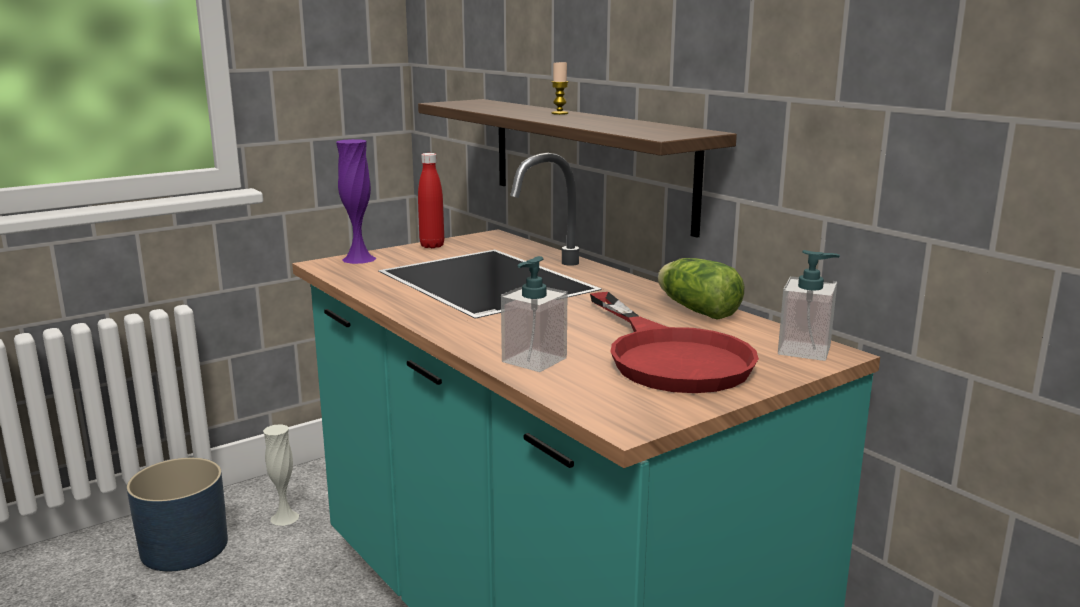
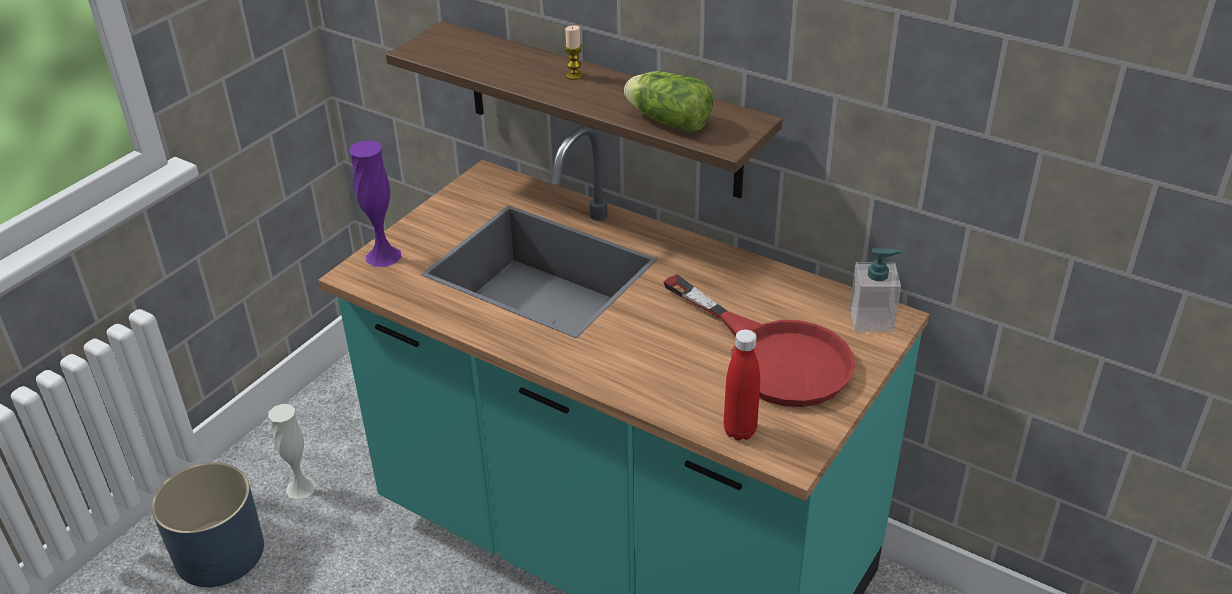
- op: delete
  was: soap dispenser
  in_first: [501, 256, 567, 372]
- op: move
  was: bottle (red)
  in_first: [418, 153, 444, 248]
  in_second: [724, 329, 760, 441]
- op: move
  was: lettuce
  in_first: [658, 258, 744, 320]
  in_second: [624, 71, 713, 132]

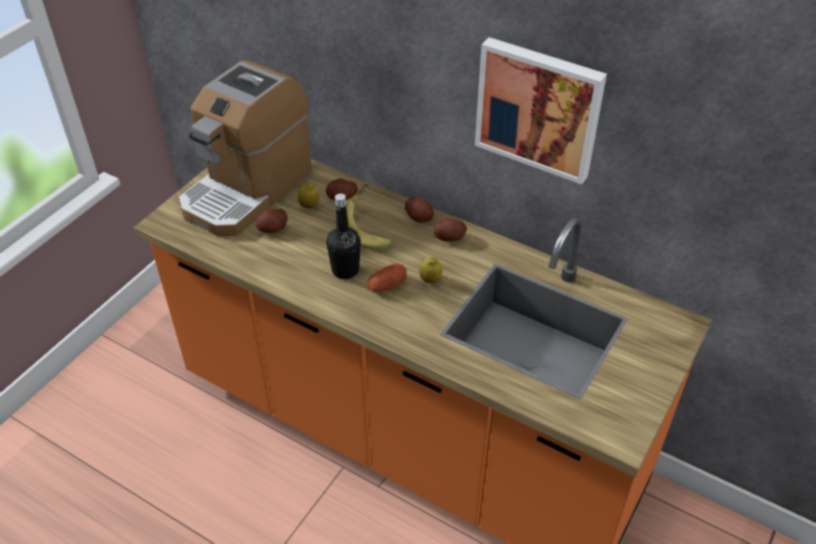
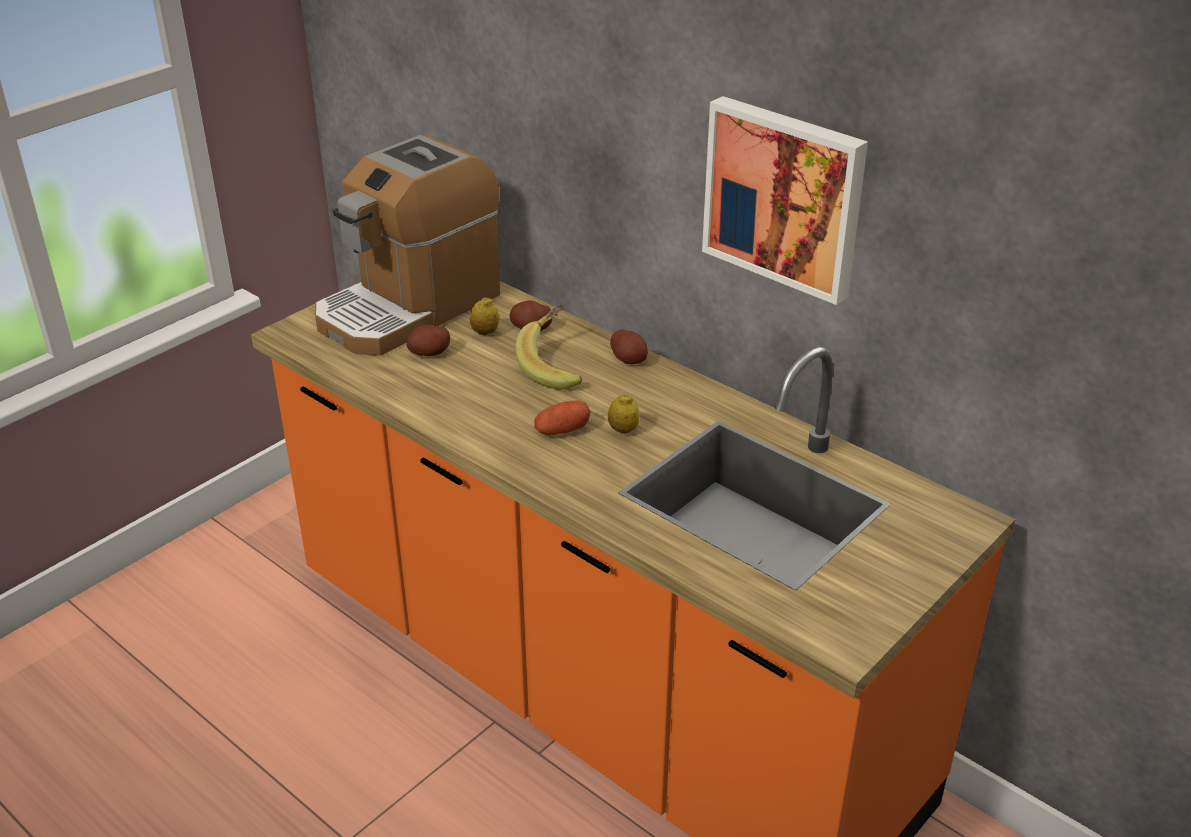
- op: delete
  was: bottle (black)
  in_first: [326, 193, 361, 279]
- op: delete
  was: potato
  in_first: [434, 218, 467, 242]

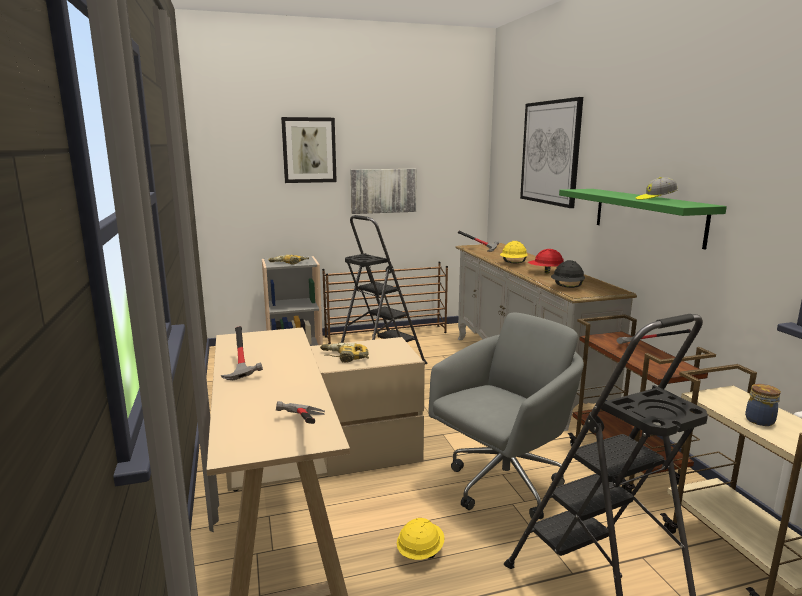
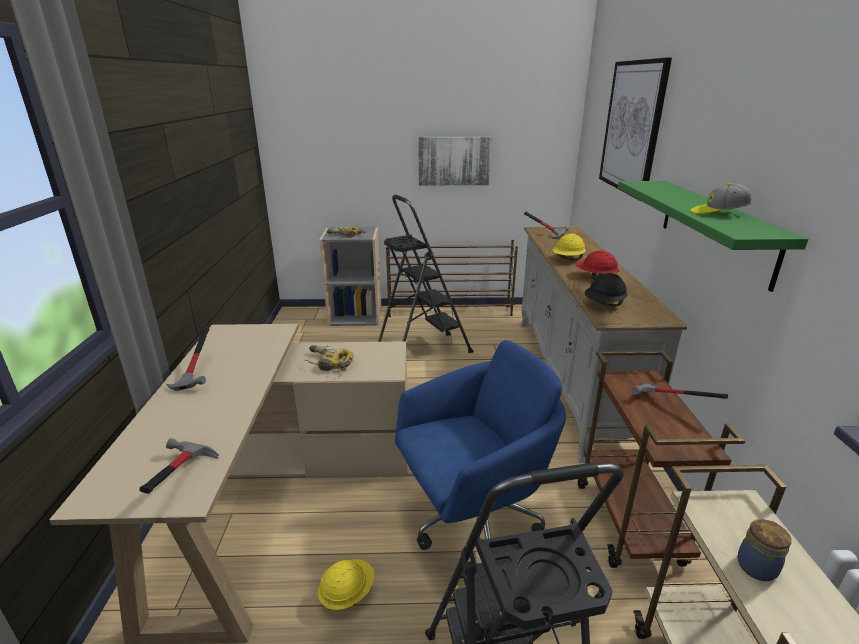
- op: delete
  was: picture
  in_first: [281, 117, 337, 183]
- op: recolor
  was: office chair (grey)
  now: office chair (blue)
  in_first: [429, 313, 584, 519]
  in_second: [395, 340, 566, 550]

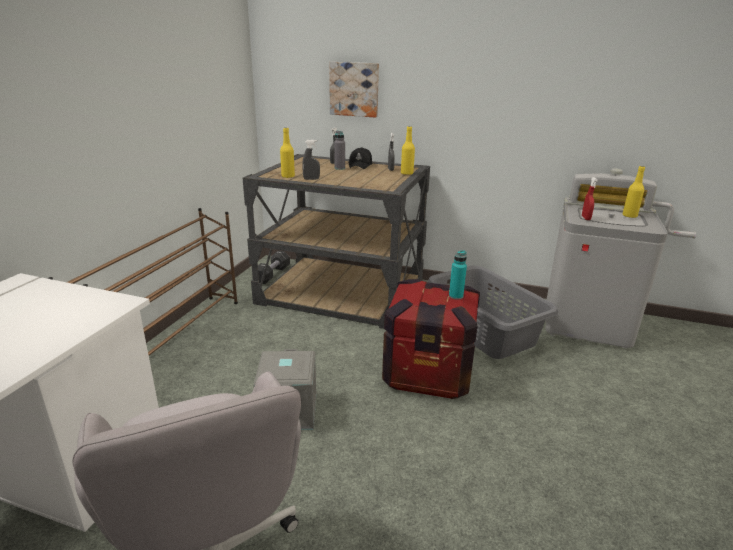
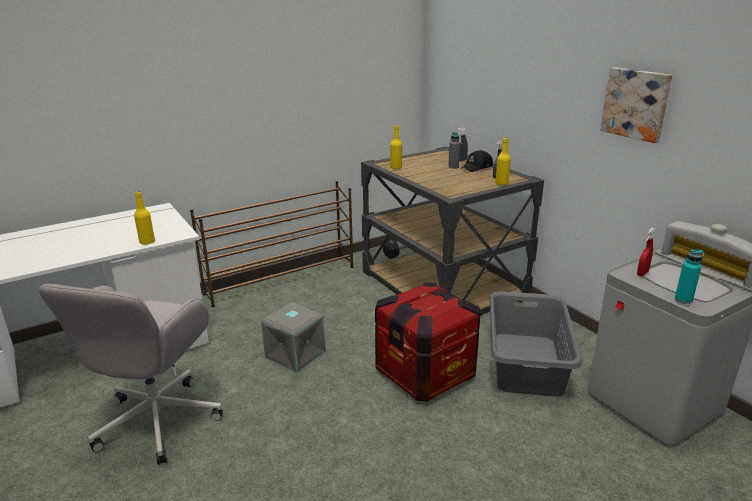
- op: delete
  was: spray bottle (grey)
  in_first: [302, 140, 320, 180]
- op: move
  was: picture
  in_first: [329, 62, 379, 118]
  in_second: [600, 67, 672, 143]
- op: move
  was: bottle (turquoise)
  in_first: [449, 250, 467, 300]
  in_second: [675, 249, 703, 304]
- op: move
  was: bottle (yellow)
  in_first: [623, 166, 645, 218]
  in_second: [134, 191, 155, 245]

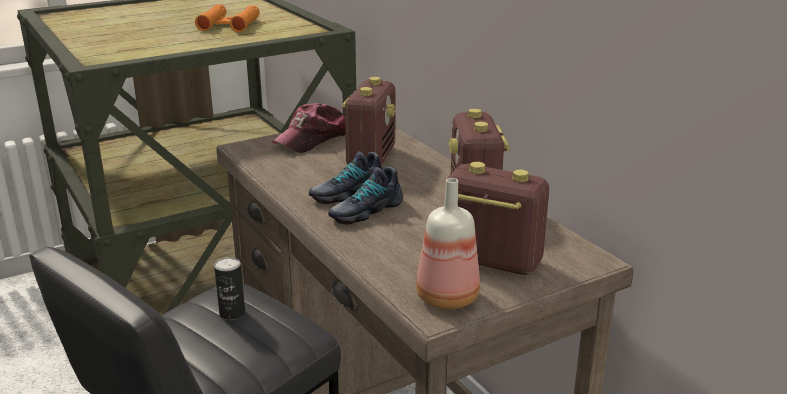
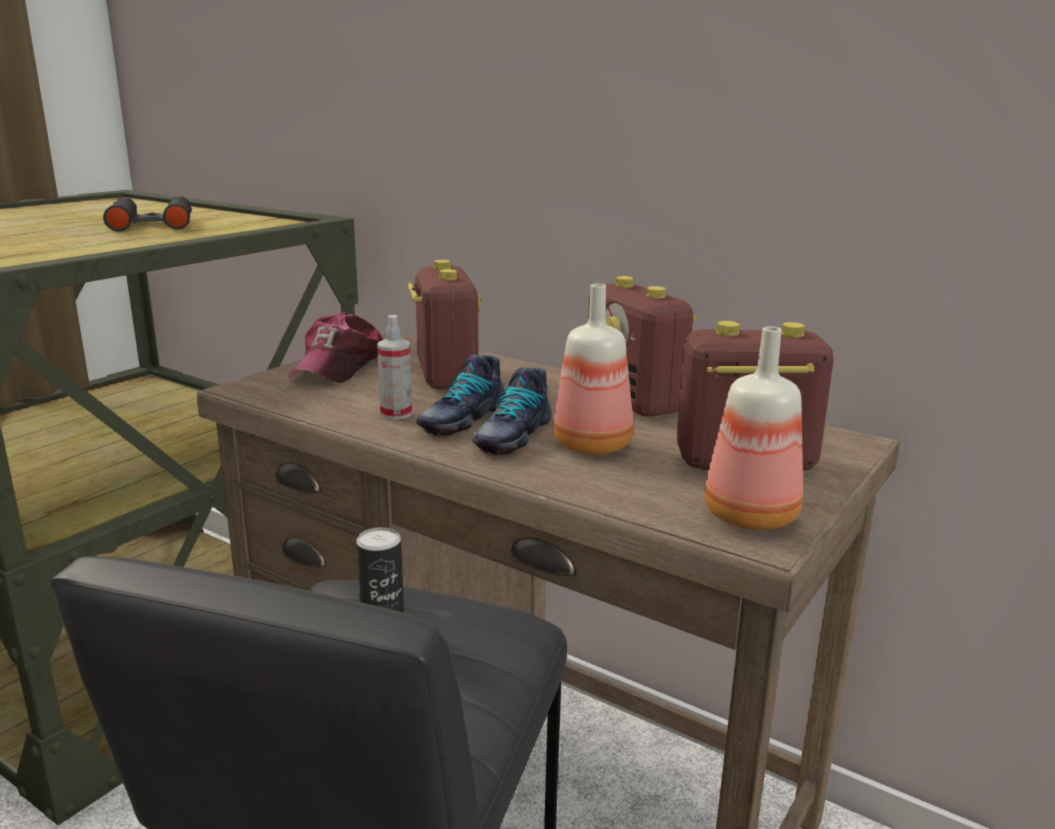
- op: insert
  now: spray bottle
  in_second: [377, 315, 412, 420]
- op: insert
  now: bottle
  in_second: [553, 284, 633, 455]
- op: recolor
  was: binoculars (orange)
  now: binoculars (black)
  in_first: [195, 4, 260, 32]
  in_second: [103, 196, 192, 231]

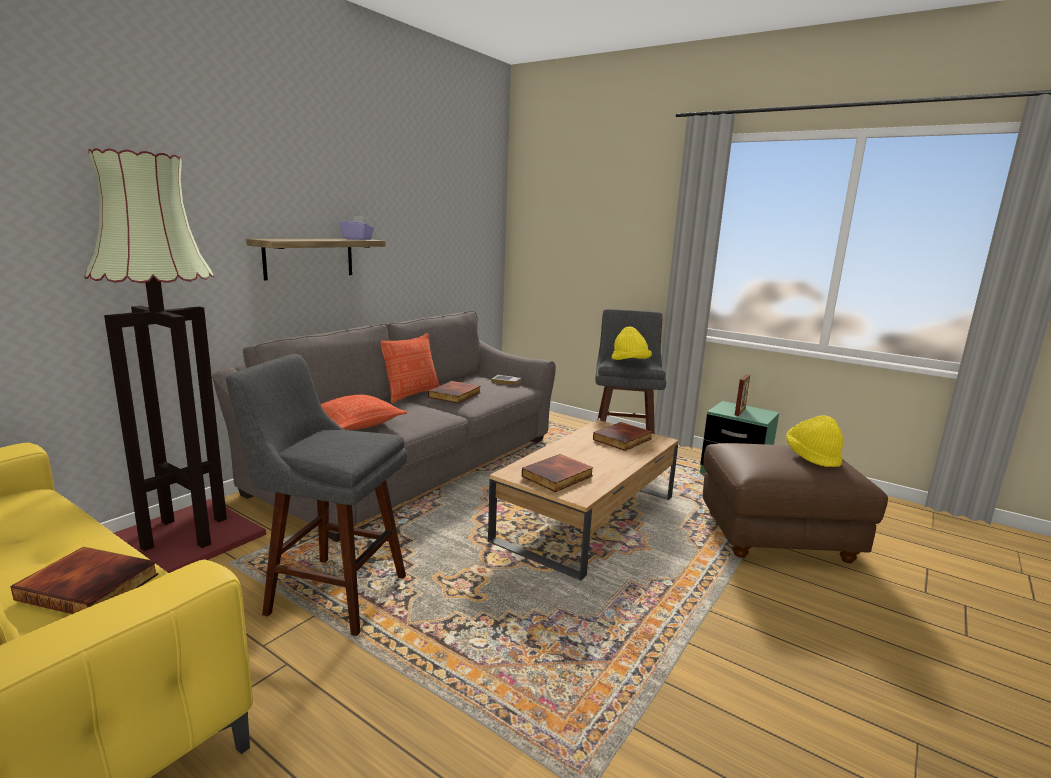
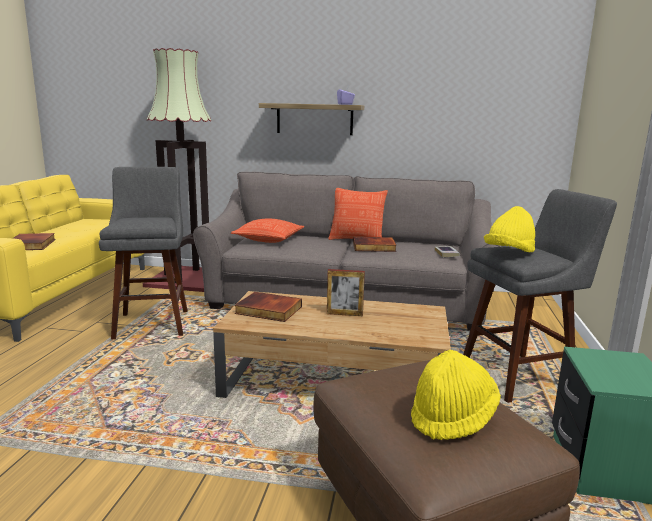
- op: delete
  was: book
  in_first: [593, 422, 652, 451]
- op: move
  was: picture frame
  in_first: [735, 374, 750, 416]
  in_second: [327, 269, 365, 316]

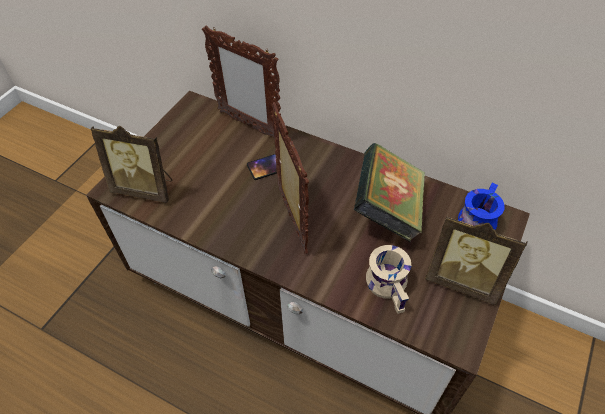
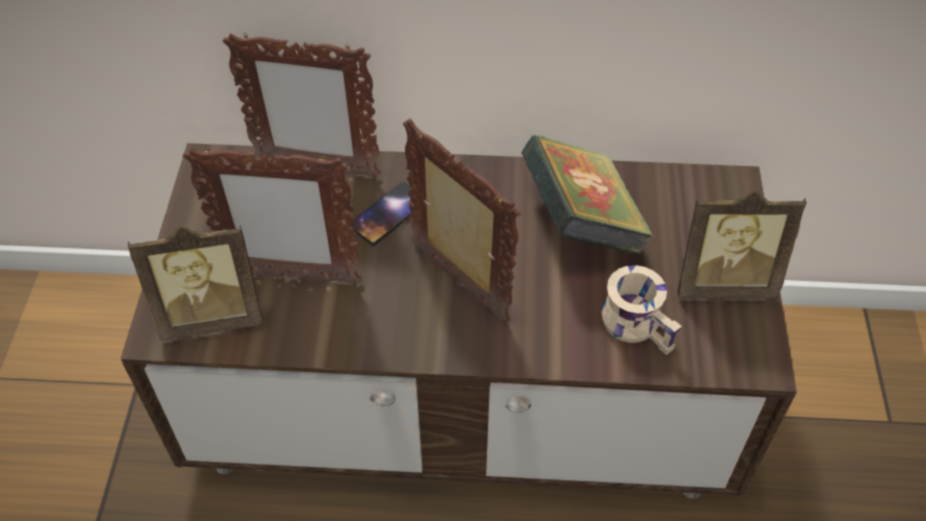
- op: delete
  was: mug (blue)
  in_first: [458, 183, 505, 230]
- op: insert
  now: picture frame
  in_second: [183, 146, 362, 285]

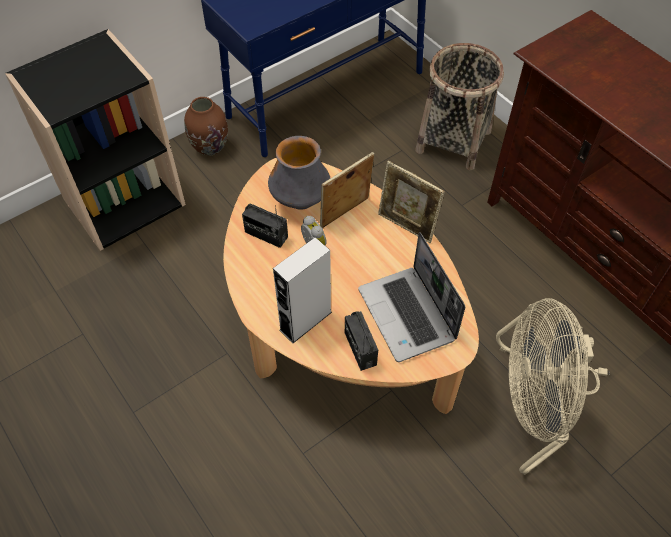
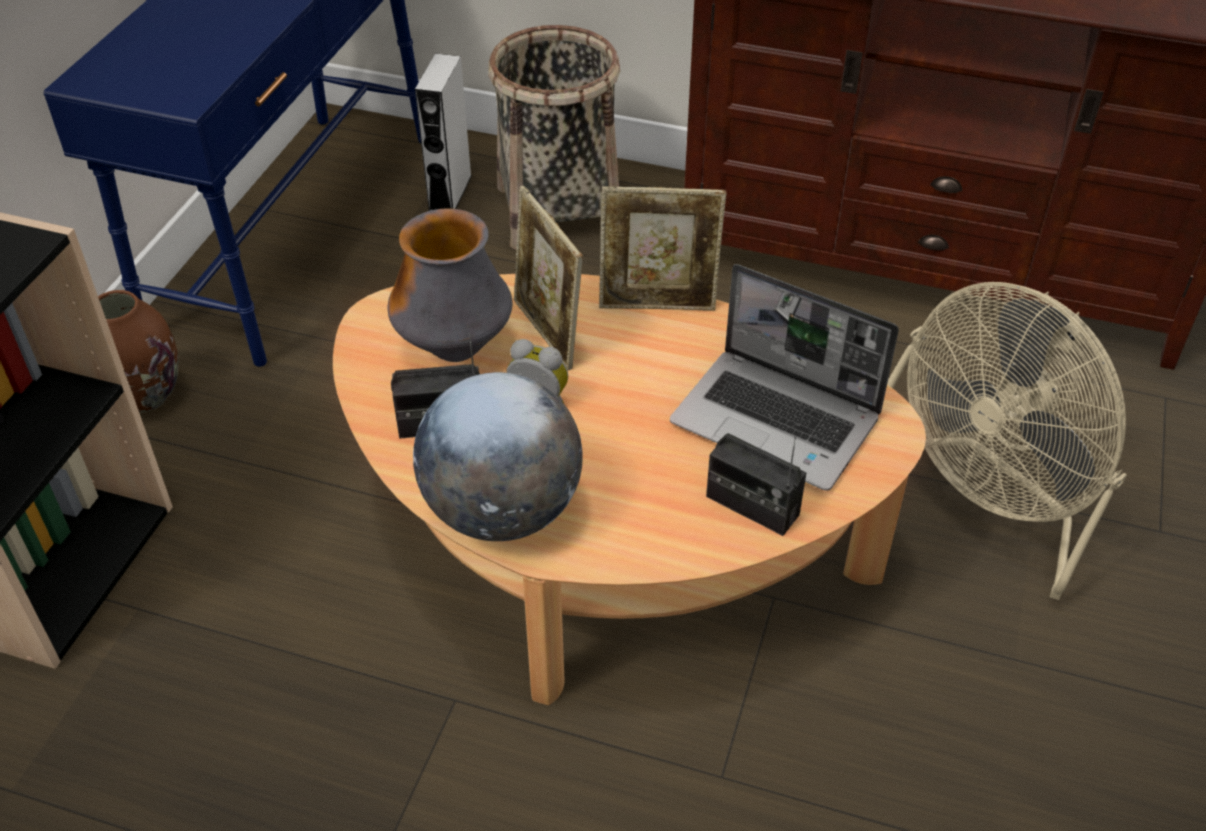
- op: insert
  now: globe
  in_second: [413, 372, 583, 541]
- op: move
  was: speaker (grey)
  in_first: [273, 237, 332, 343]
  in_second: [415, 53, 472, 211]
- op: rotate
  was: picture frame
  in_first: [320, 152, 374, 228]
  in_second: [513, 186, 583, 371]
  clockwise: -45

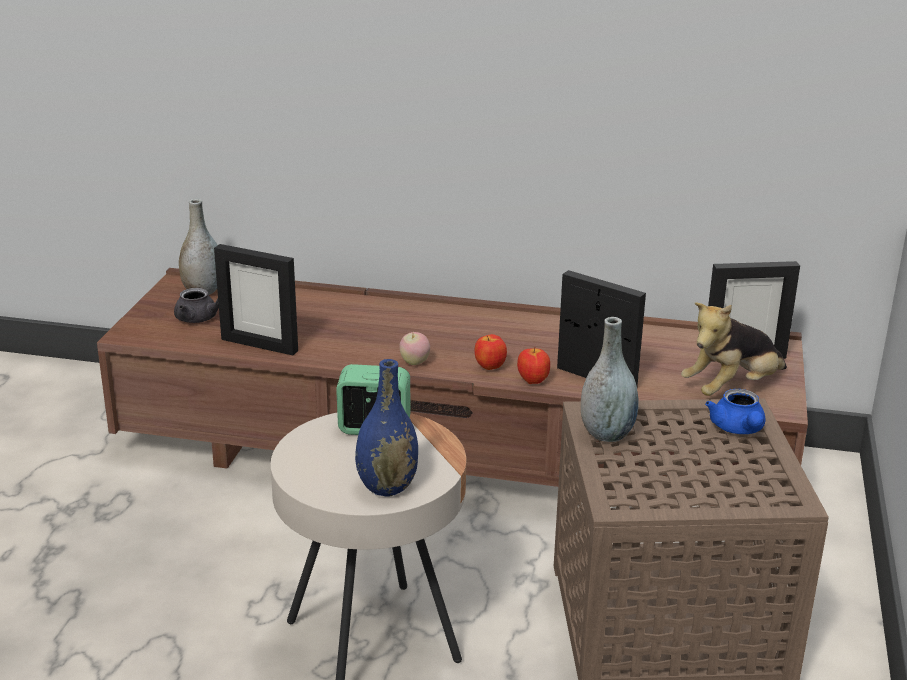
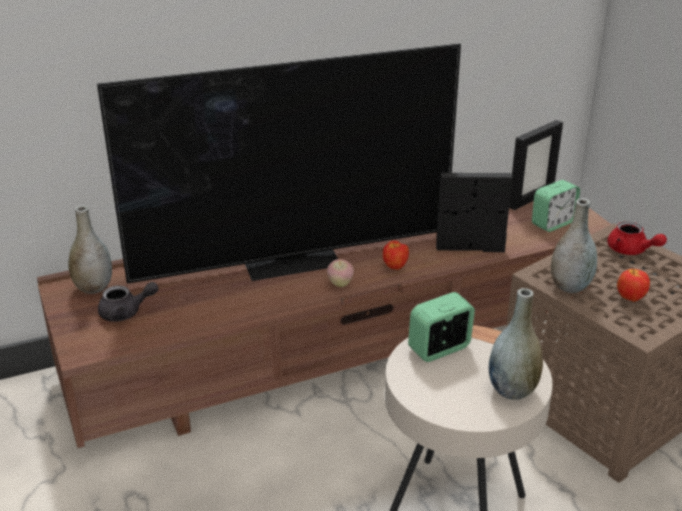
- op: delete
  was: picture frame
  in_first: [214, 244, 298, 356]
- op: insert
  now: television
  in_second: [97, 43, 461, 283]
- op: move
  was: apple
  in_first: [517, 347, 550, 384]
  in_second: [617, 269, 650, 302]
- op: replace
  was: plush toy
  now: alarm clock
  in_first: [681, 302, 787, 396]
  in_second: [532, 180, 580, 232]
- op: recolor
  was: vase (blue)
  now: vase (grey)
  in_first: [355, 359, 418, 497]
  in_second: [489, 288, 543, 400]
- op: recolor
  was: teapot (blue)
  now: teapot (red)
  in_first: [705, 389, 766, 434]
  in_second: [607, 221, 667, 255]

